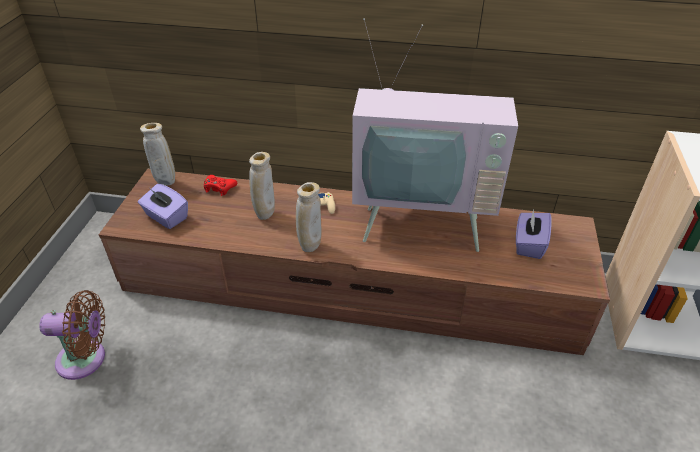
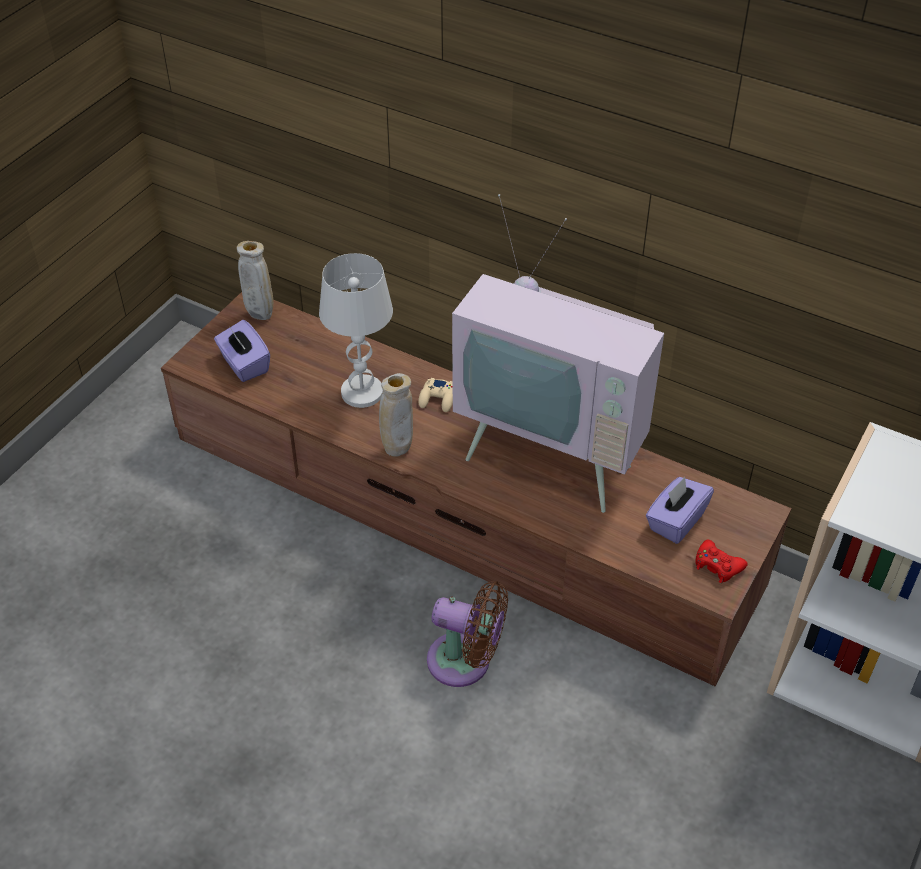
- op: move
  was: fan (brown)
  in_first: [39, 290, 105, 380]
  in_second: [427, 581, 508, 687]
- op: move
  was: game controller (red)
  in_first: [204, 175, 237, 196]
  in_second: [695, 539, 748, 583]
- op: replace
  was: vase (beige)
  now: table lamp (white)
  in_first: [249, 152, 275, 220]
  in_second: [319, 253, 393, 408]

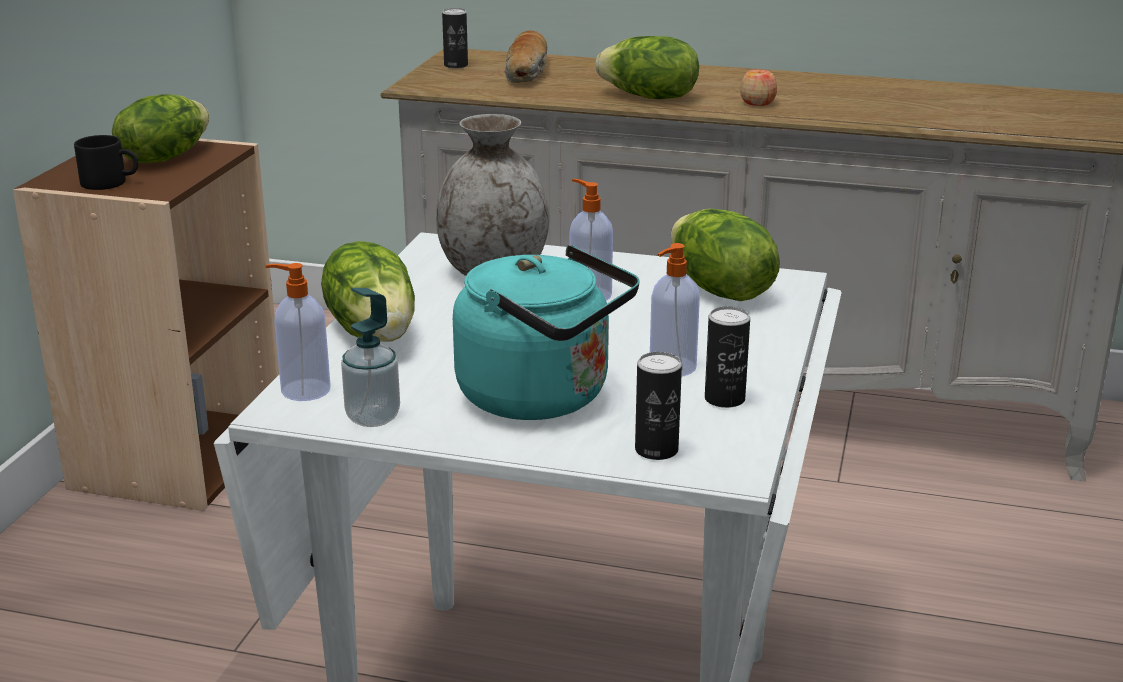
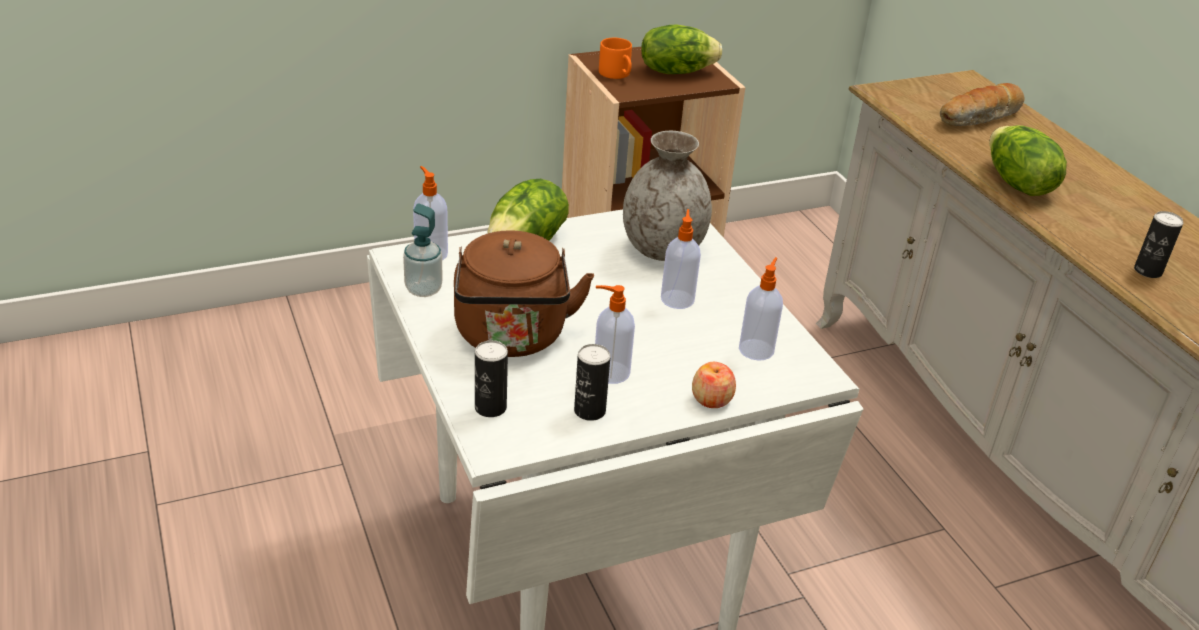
- op: move
  was: can
  in_first: [442, 8, 468, 69]
  in_second: [1134, 211, 1183, 278]
- op: move
  was: apple
  in_first: [740, 70, 777, 106]
  in_second: [692, 362, 736, 408]
- op: replace
  was: lettuce
  now: soap dispenser
  in_first: [671, 209, 780, 301]
  in_second: [739, 257, 783, 361]
- op: recolor
  was: mug (black)
  now: mug (orange)
  in_first: [74, 135, 138, 190]
  in_second: [599, 38, 632, 79]
- op: recolor
  was: kettle (turquoise)
  now: kettle (brown)
  in_first: [453, 245, 639, 420]
  in_second: [454, 230, 594, 357]

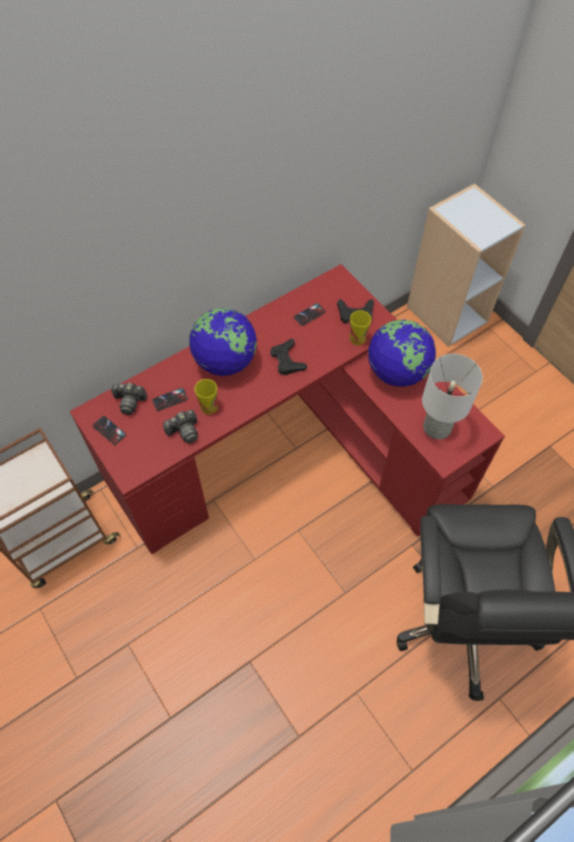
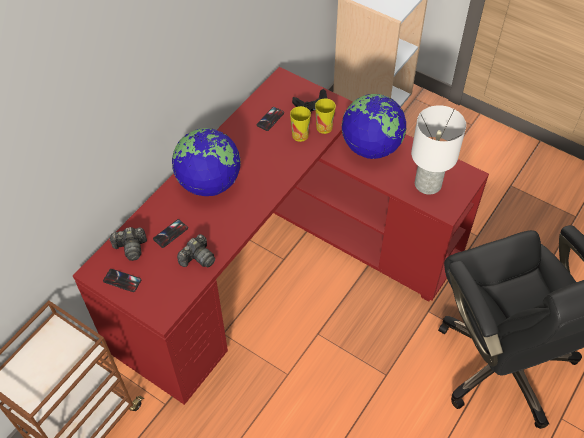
- op: delete
  was: game controller (black)
  in_first: [270, 339, 307, 375]
- op: move
  was: cup
  in_first: [195, 379, 218, 414]
  in_second: [290, 106, 311, 142]

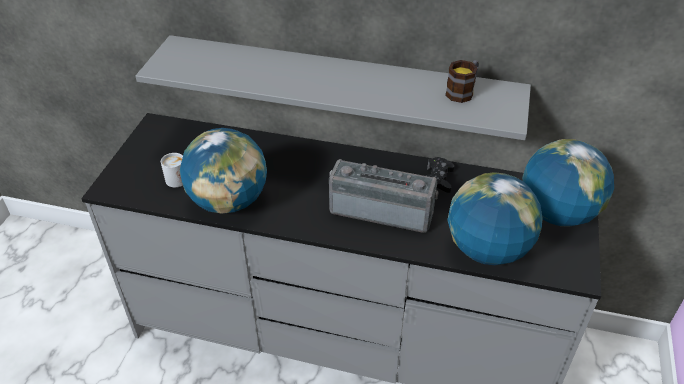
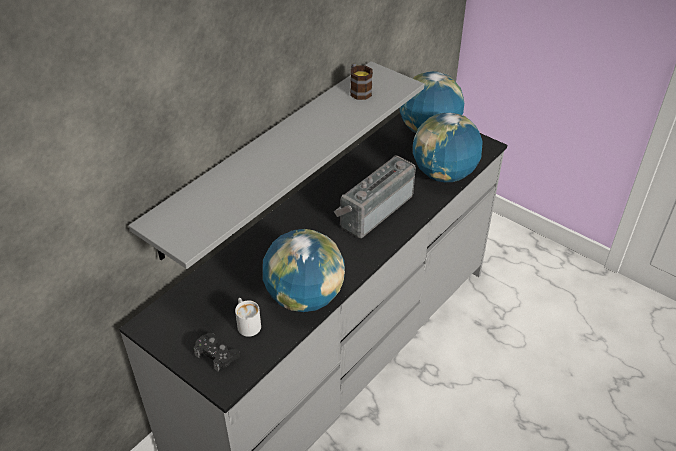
- op: move
  was: game controller (black)
  in_first: [426, 157, 454, 193]
  in_second: [194, 333, 240, 372]

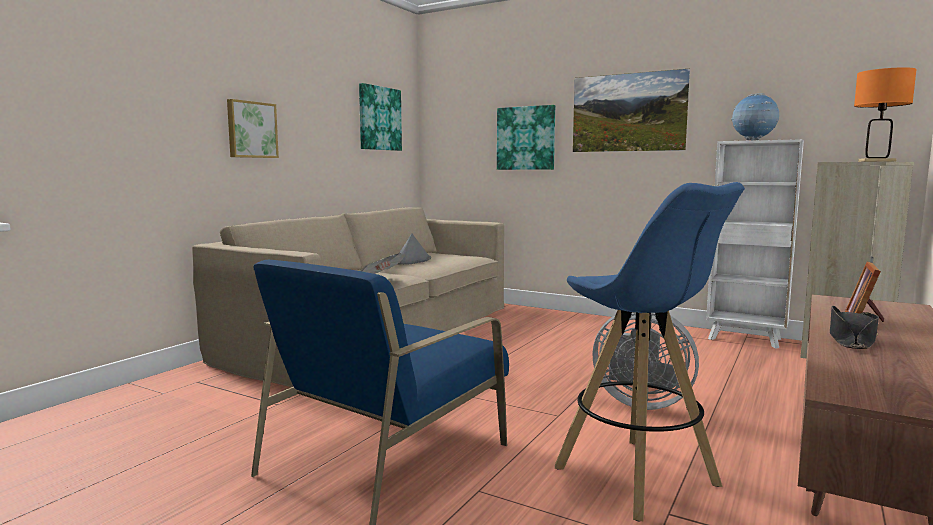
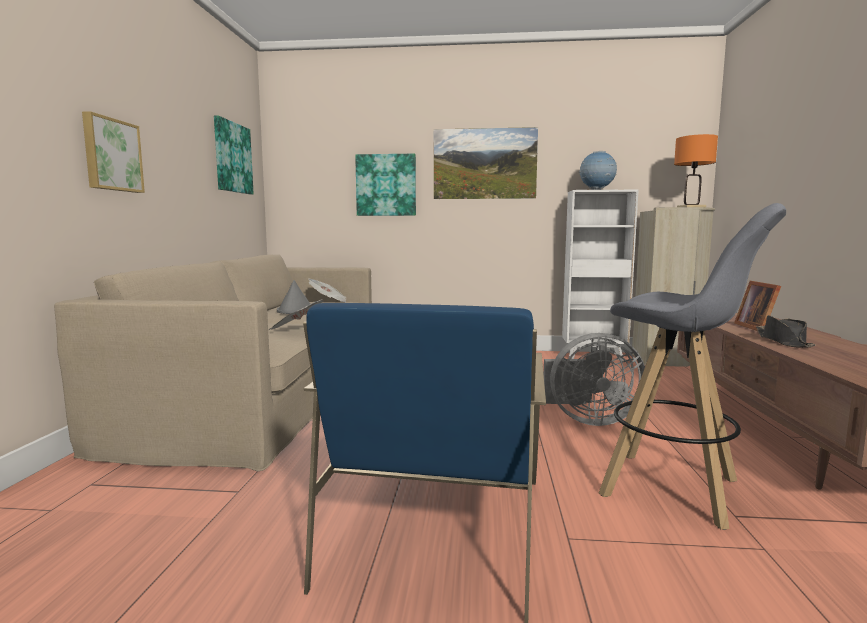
- op: insert
  now: newspaper
  in_second: [308, 278, 347, 303]
- op: recolor
  was: stool (blue)
  now: stool (grey)
  in_first: [555, 182, 745, 521]
  in_second: [599, 203, 786, 530]

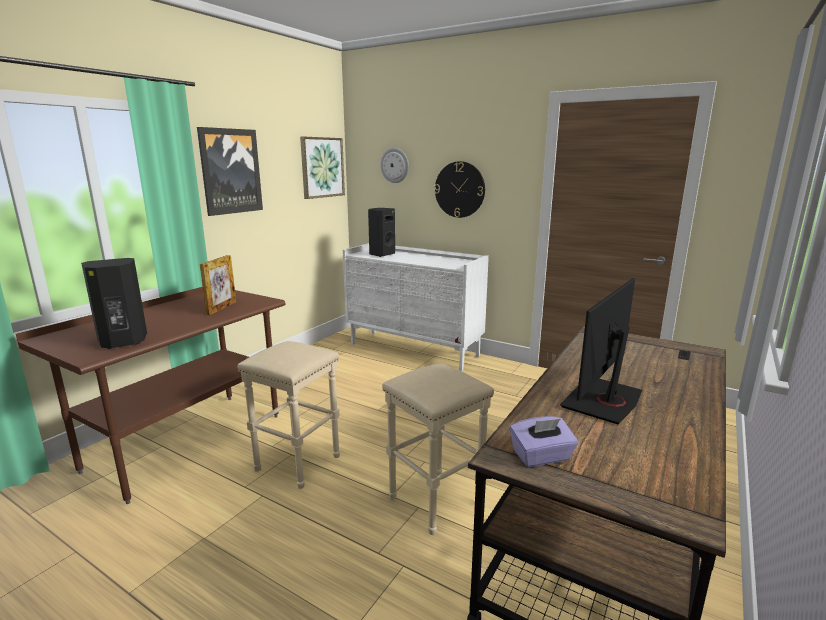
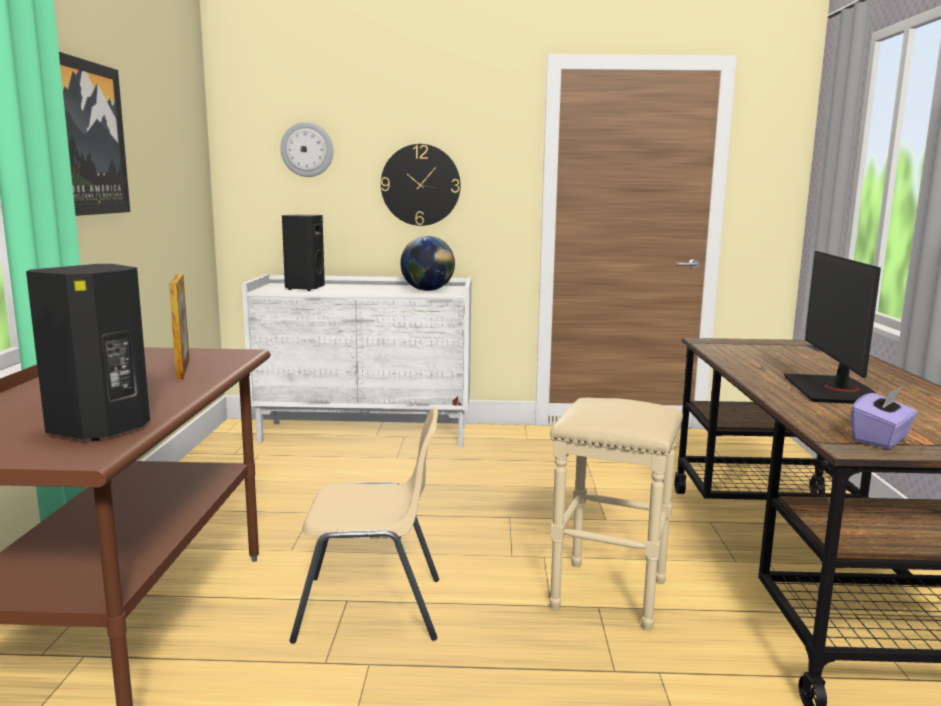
- op: delete
  was: picture
  in_first: [300, 137, 345, 199]
- op: insert
  now: globe
  in_second: [400, 236, 455, 291]
- op: replace
  was: stool (beige)
  now: chair (beige)
  in_first: [238, 341, 340, 489]
  in_second: [289, 407, 439, 644]

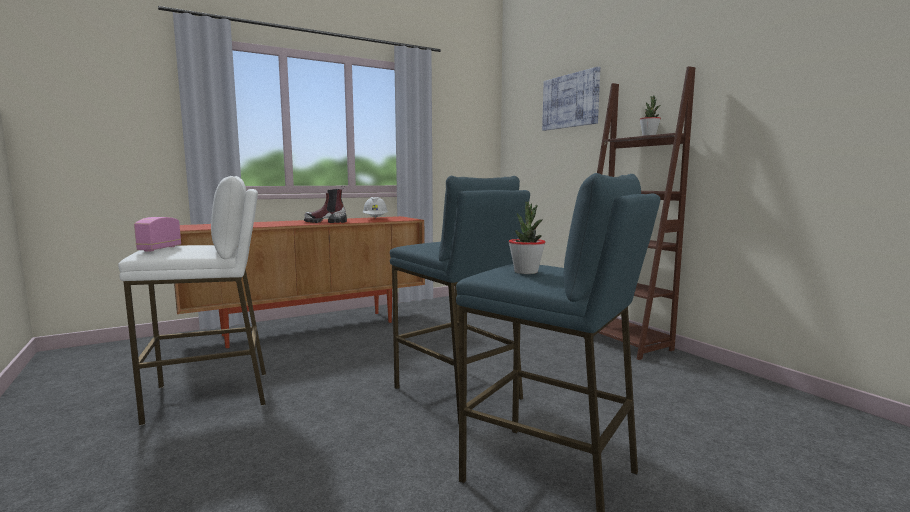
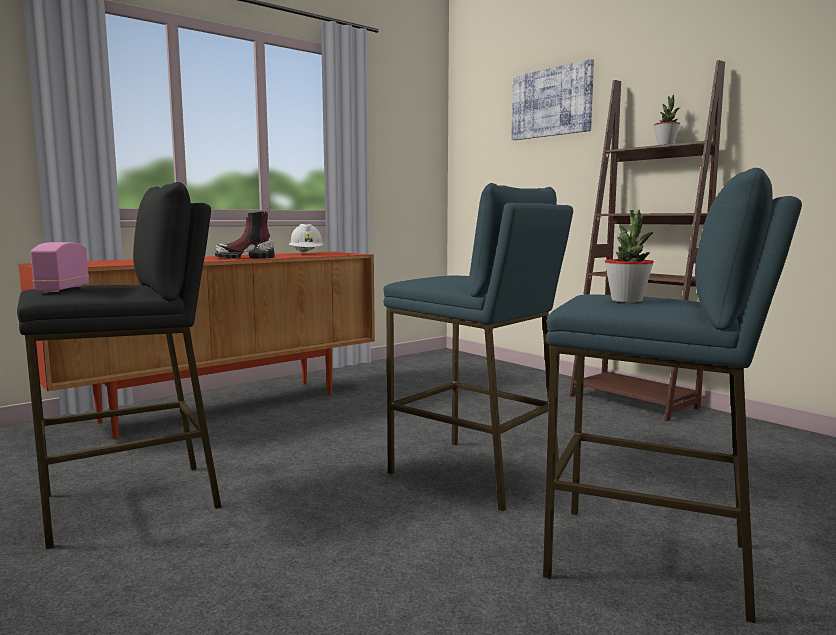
- op: recolor
  was: stool (white)
  now: stool (black)
  in_first: [118, 176, 266, 426]
  in_second: [17, 182, 221, 549]

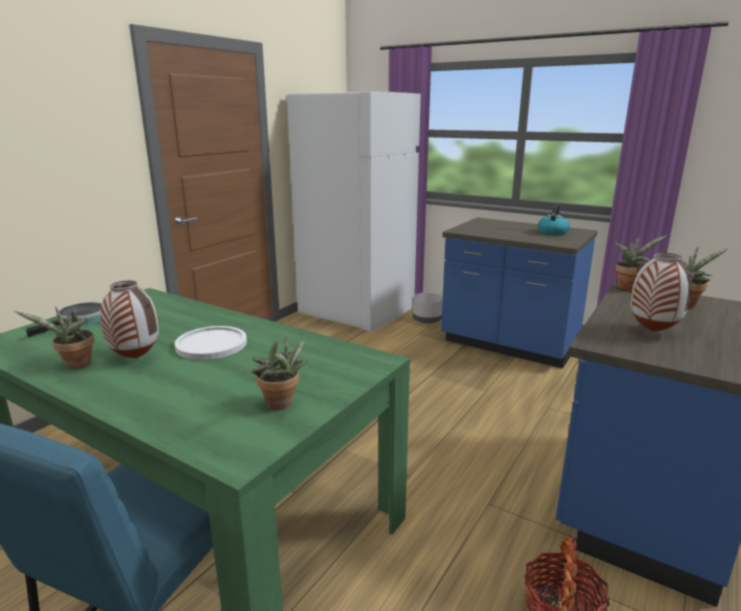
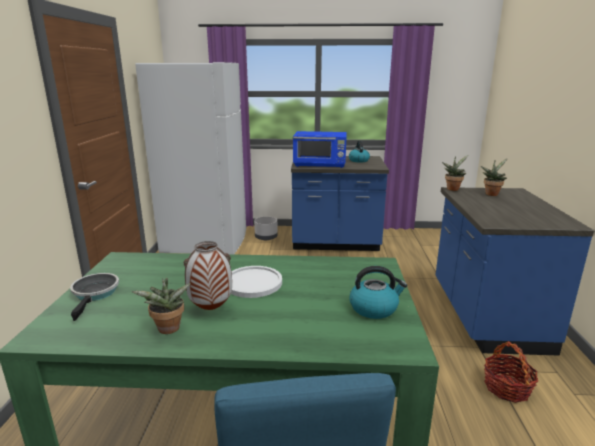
- op: delete
  was: vase
  in_first: [630, 252, 694, 332]
- op: insert
  now: microwave (blue)
  in_second: [293, 131, 347, 168]
- op: replace
  was: potted plant
  now: kettle
  in_first: [252, 337, 308, 410]
  in_second: [350, 266, 407, 319]

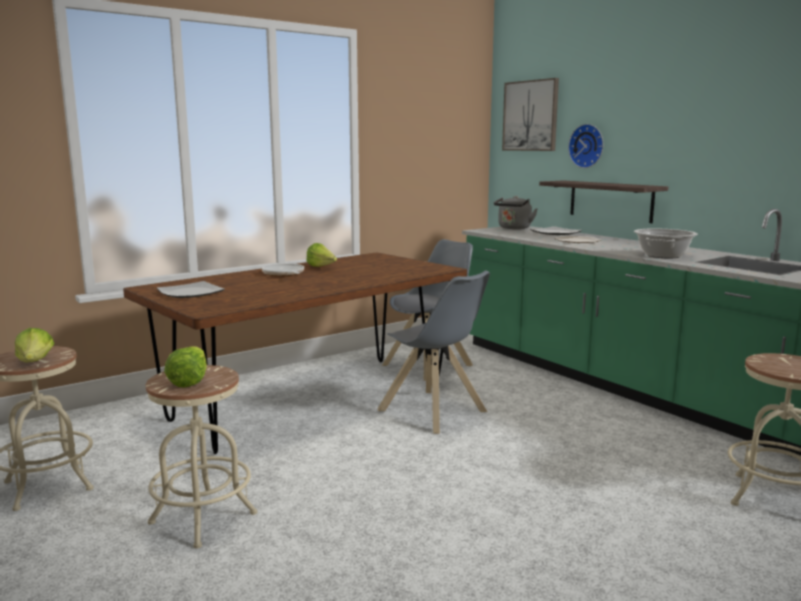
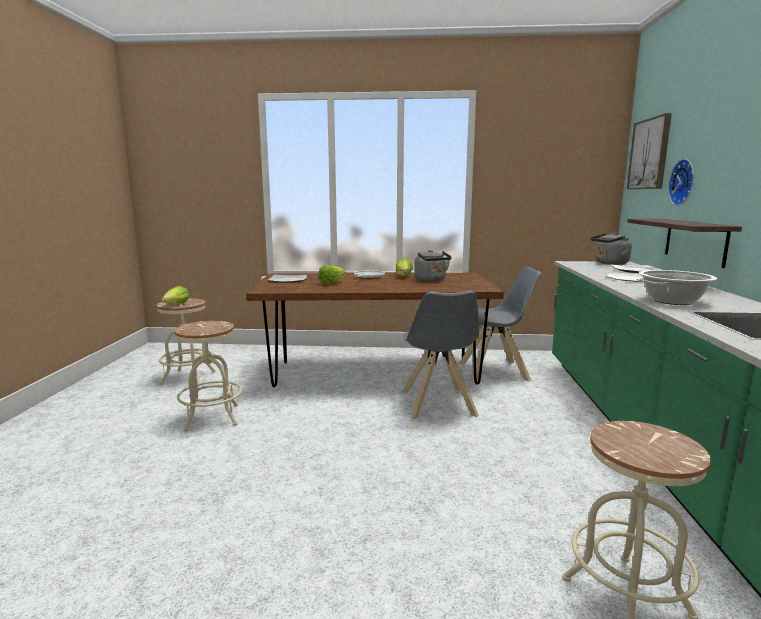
- op: insert
  now: kettle (grey)
  in_second: [414, 250, 452, 282]
- op: move
  was: lettuce
  in_first: [164, 346, 207, 388]
  in_second: [318, 265, 345, 285]

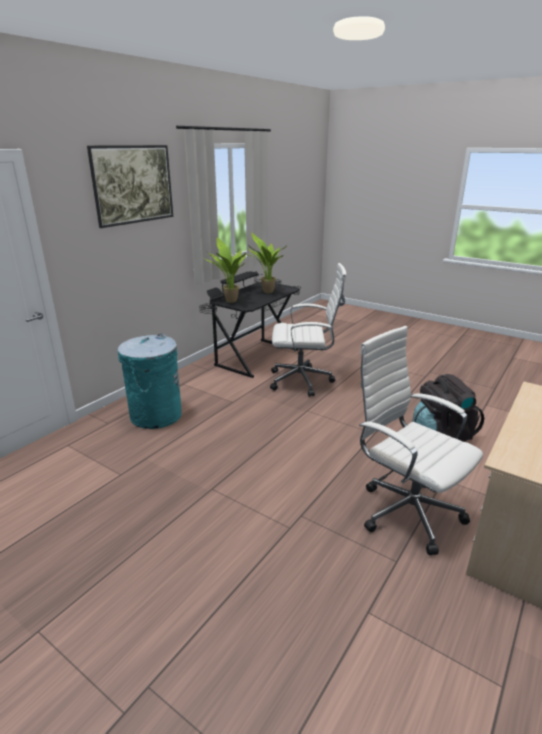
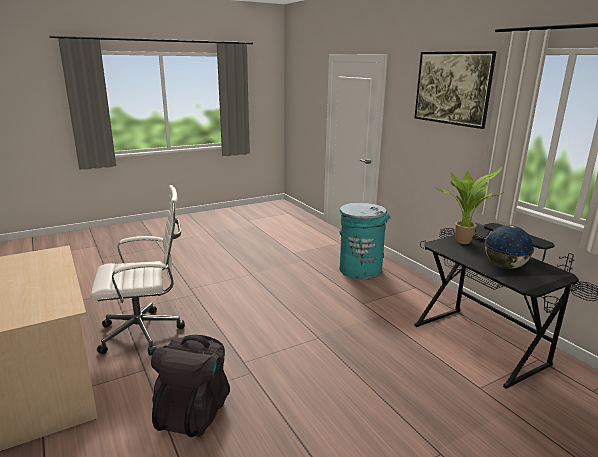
- op: delete
  was: office chair (white)
  in_first: [270, 263, 346, 397]
- op: replace
  was: potted plant
  now: globe
  in_first: [247, 232, 285, 293]
  in_second: [484, 225, 534, 269]

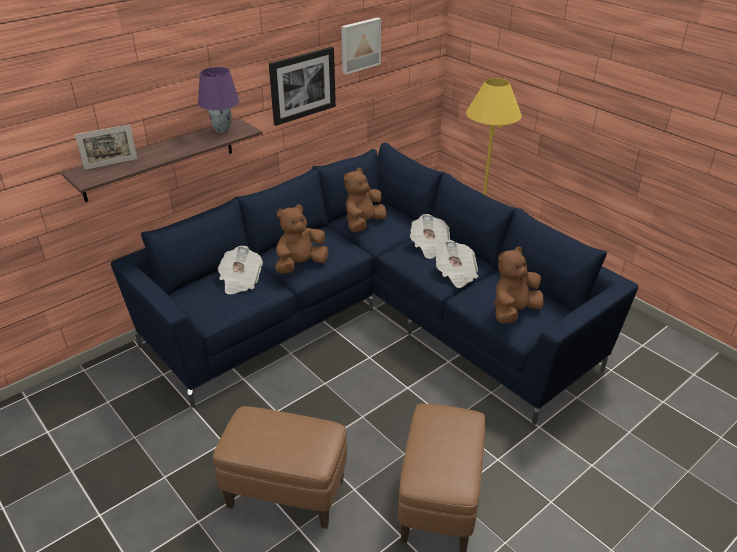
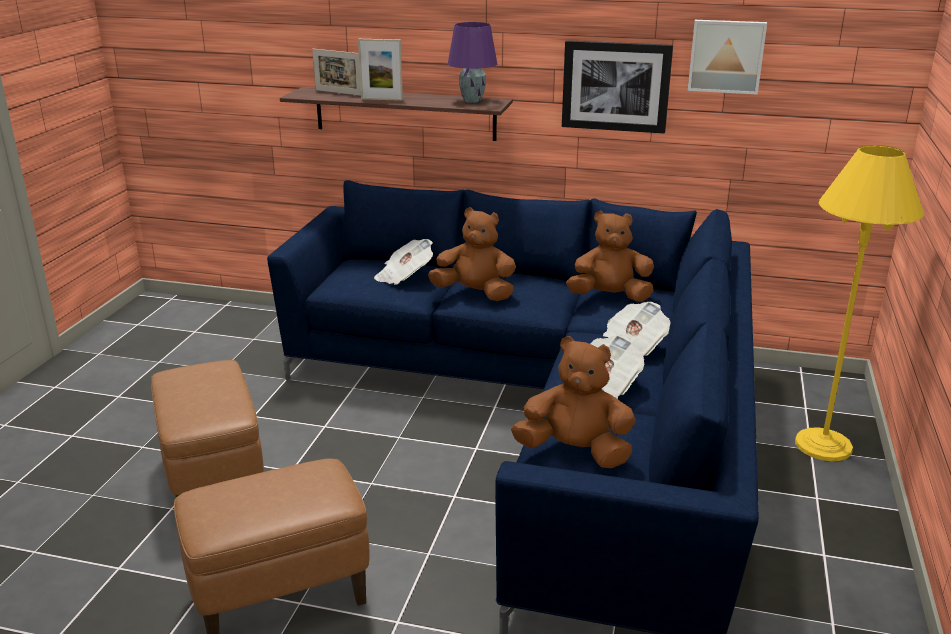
- op: insert
  now: picture frame
  in_second: [358, 39, 403, 101]

